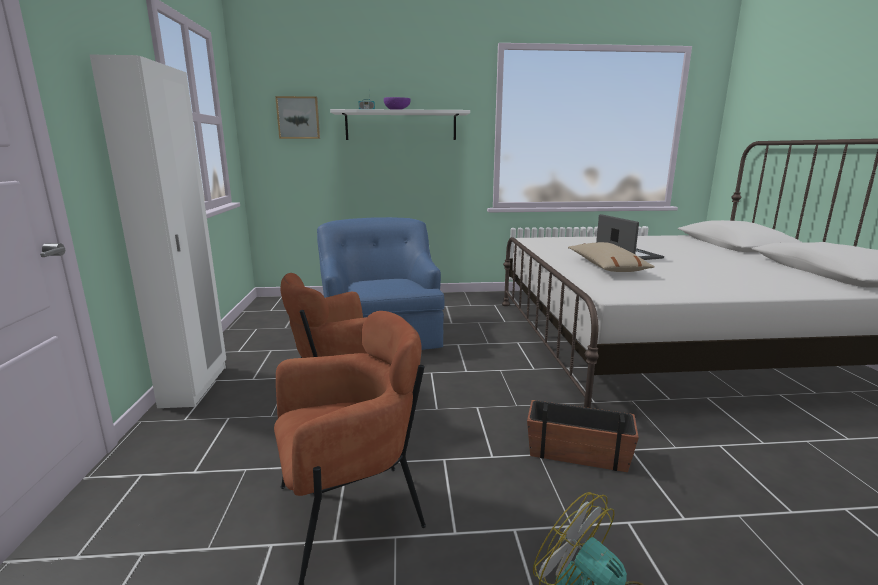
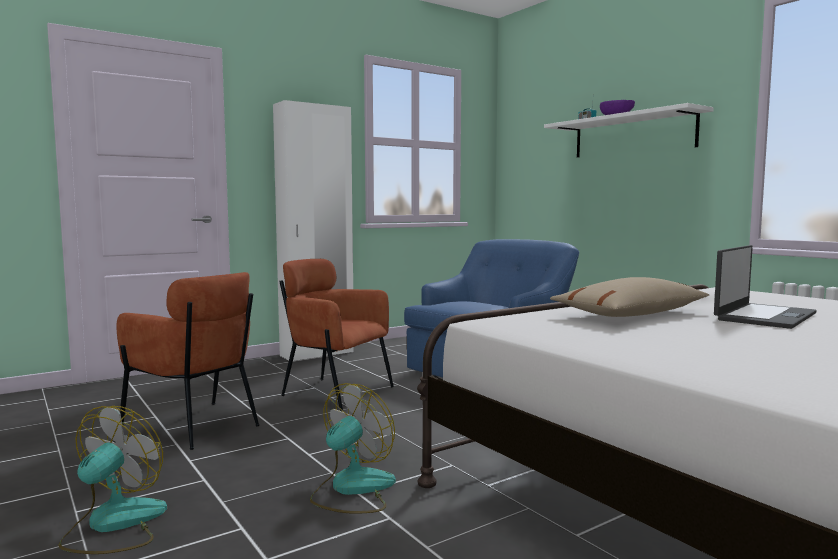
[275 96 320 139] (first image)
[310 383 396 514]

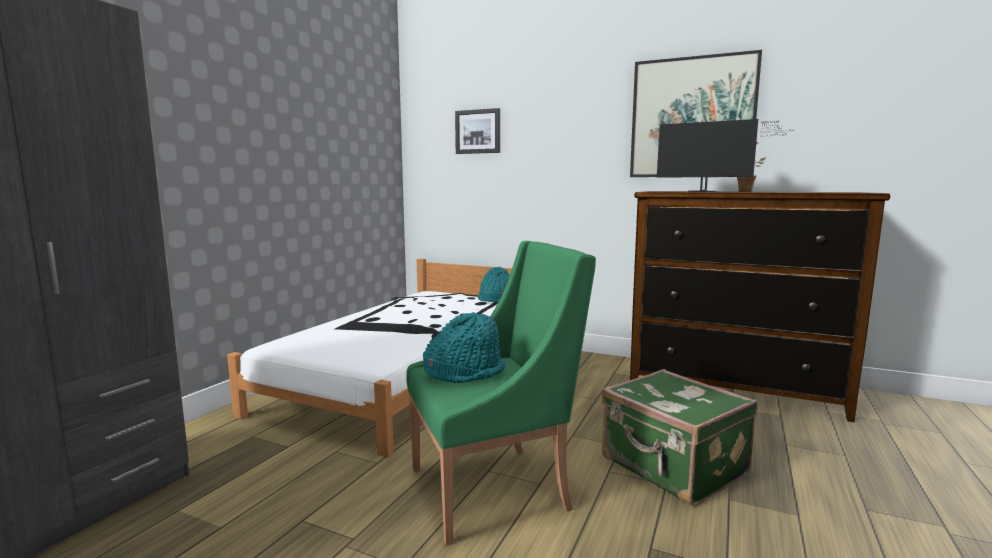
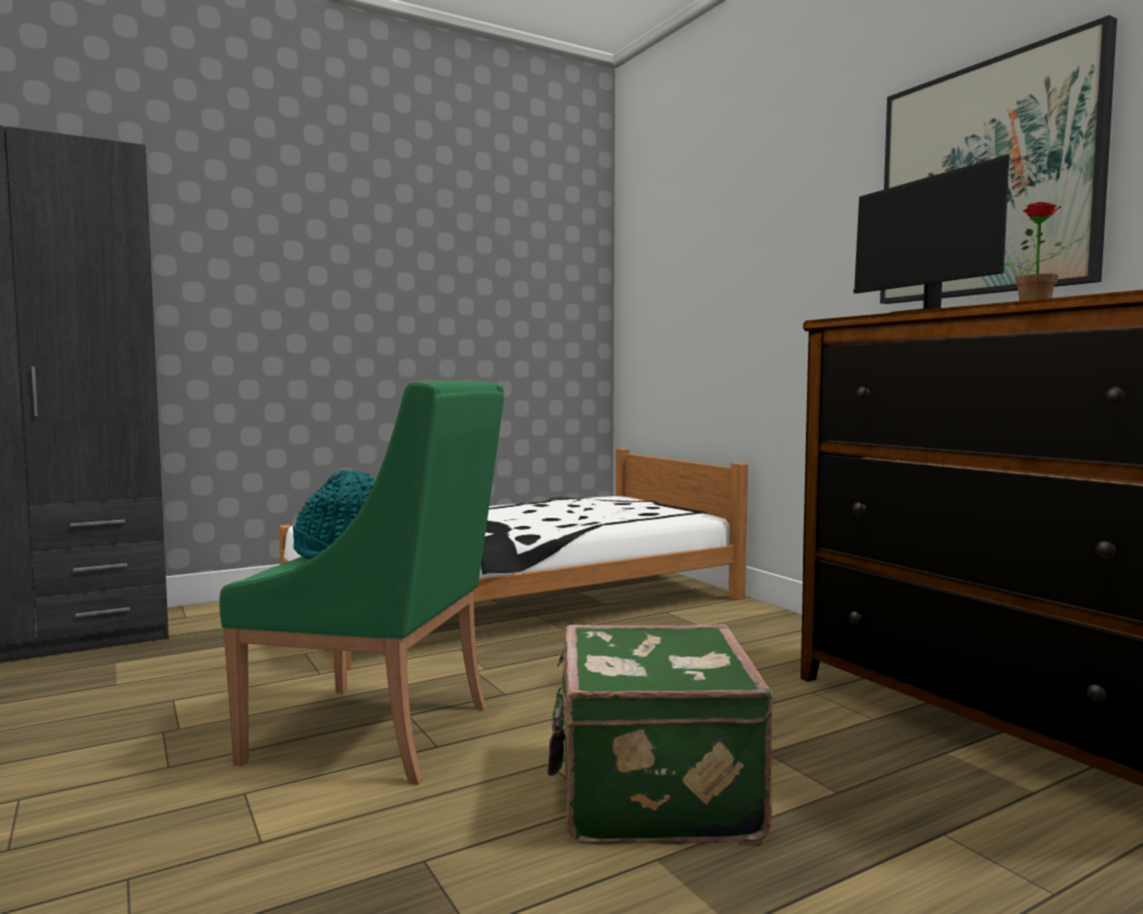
[455 108 500 154] (first image)
[478 267 510 303] (first image)

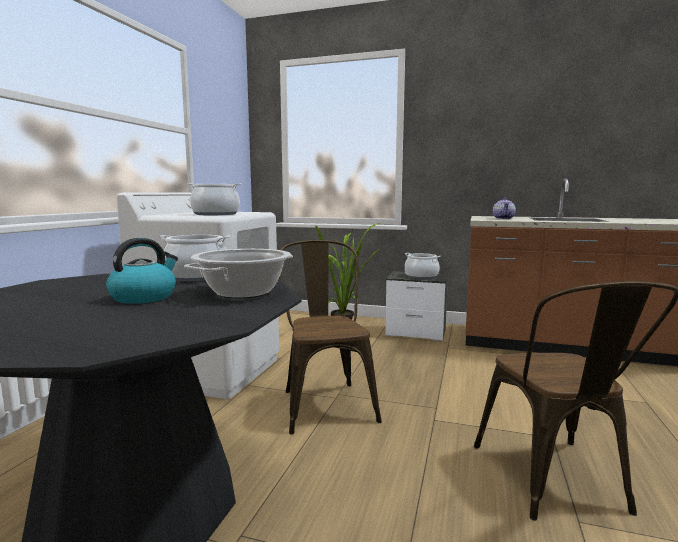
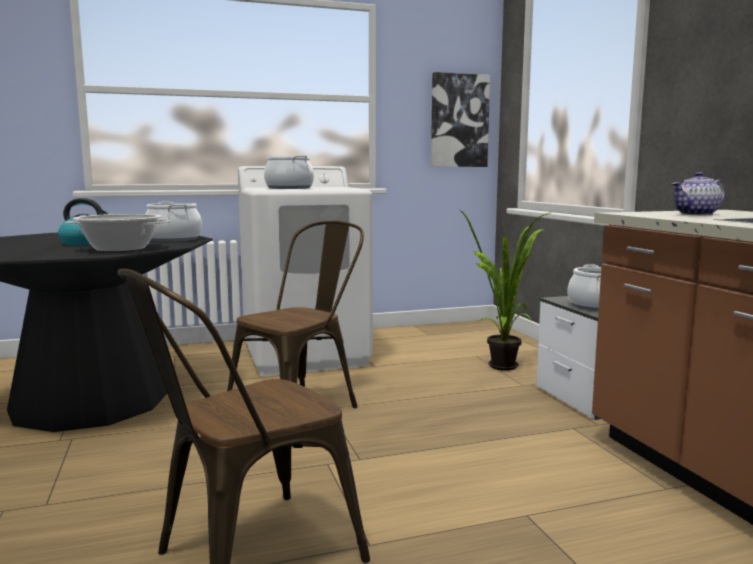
[431 72 490 167]

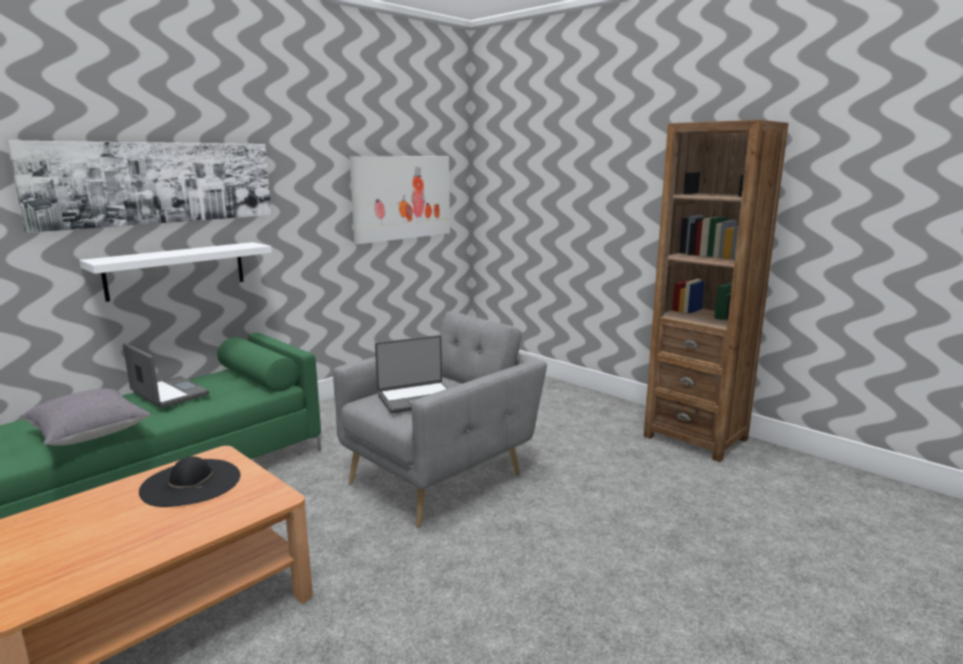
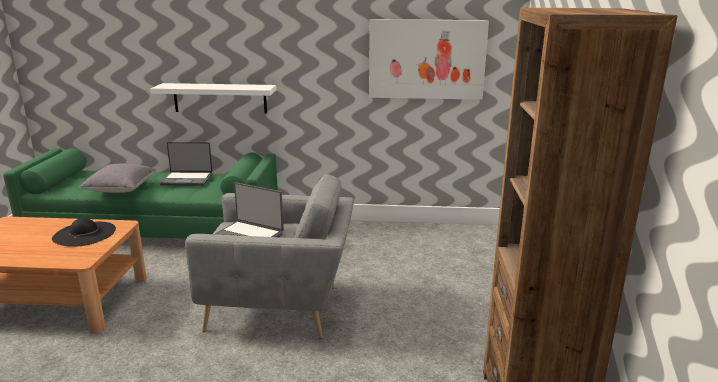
[7 140 272 233] (first image)
[160 142 213 186]

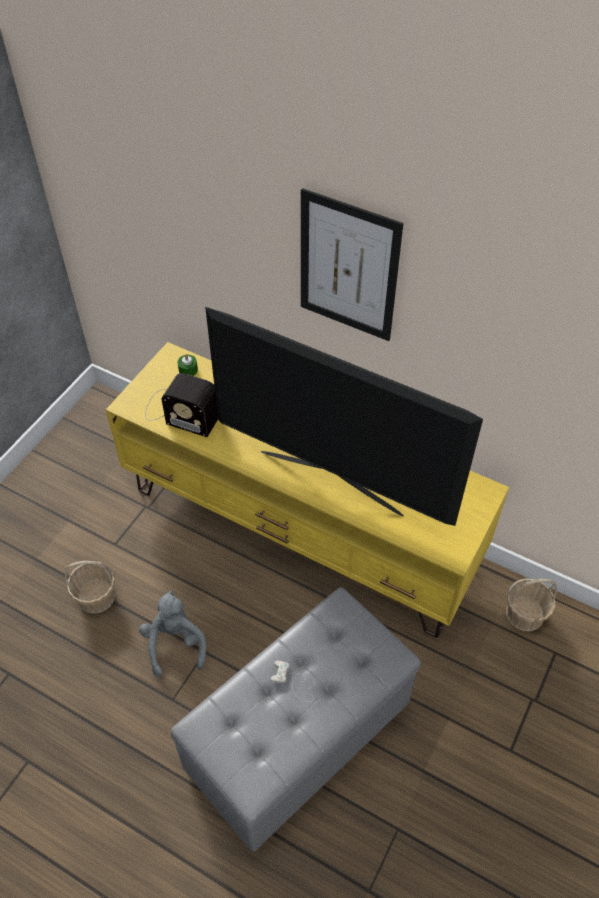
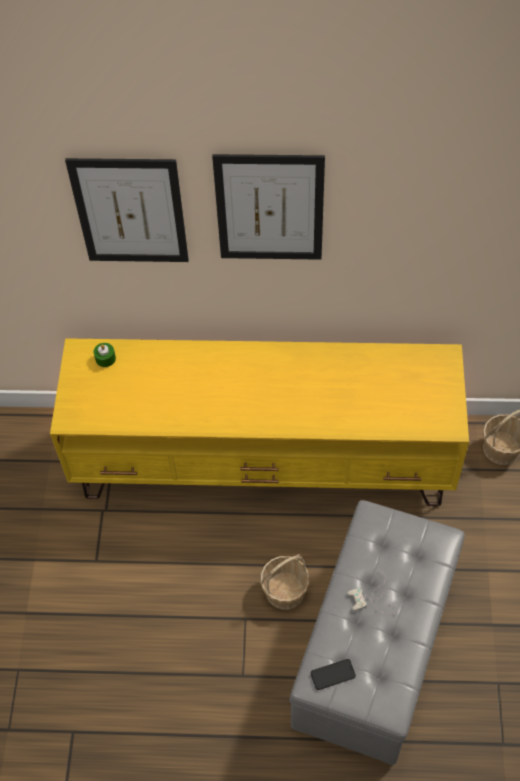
[260 554 310 610]
[139 590 206 677] (first image)
[145 373 218 437] (first image)
[205 307 483 526] (first image)
[65 158 189 262]
[310 659 356 690]

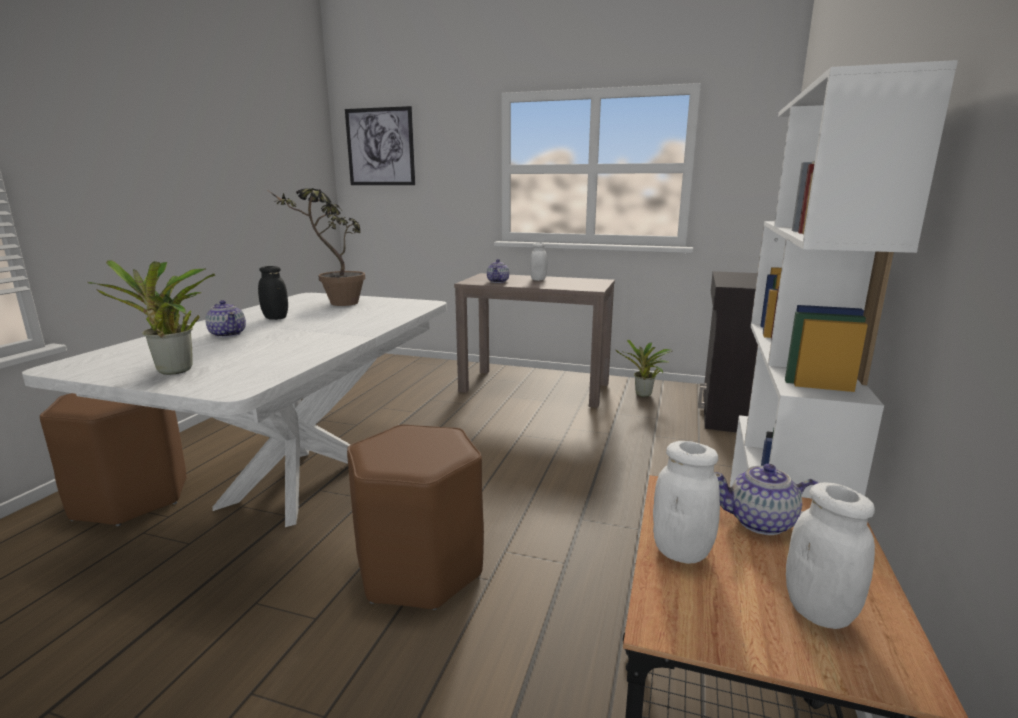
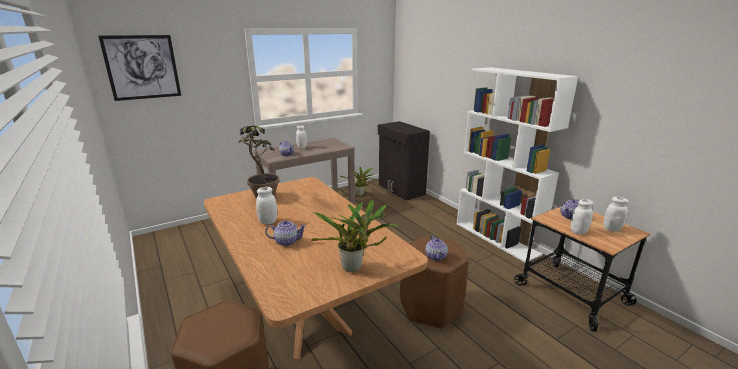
[204 177 428 359]
[256 187 277 224]
[425 235 448 261]

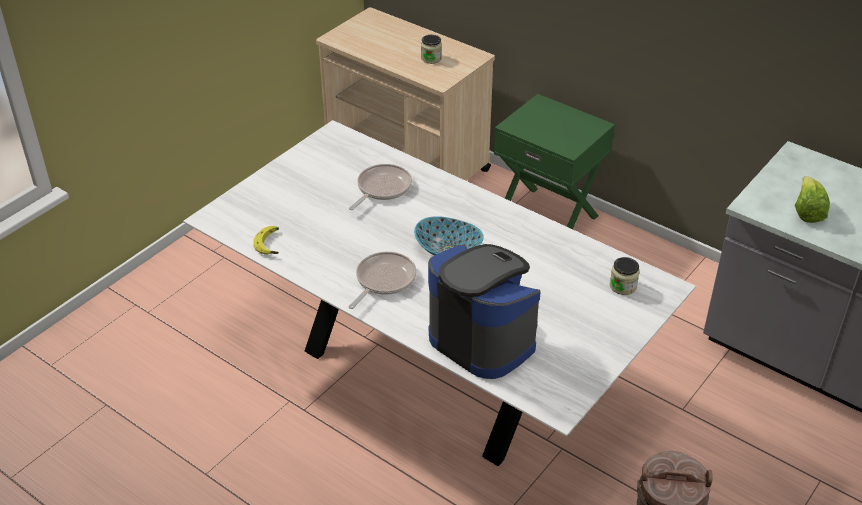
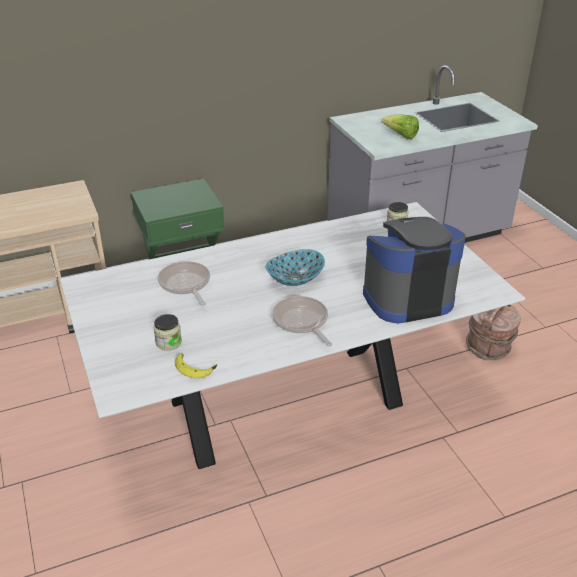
[154 314 182 350]

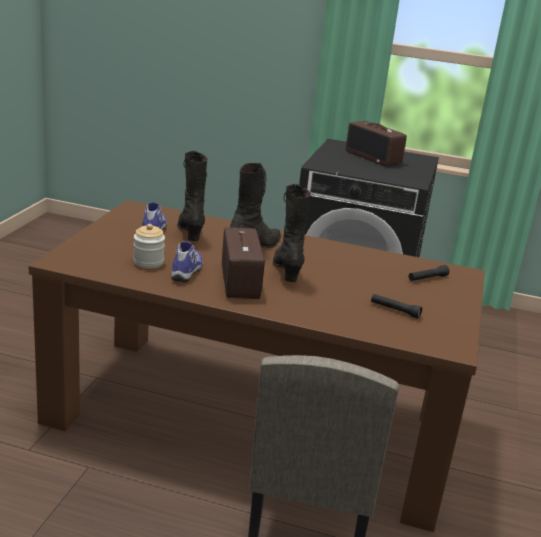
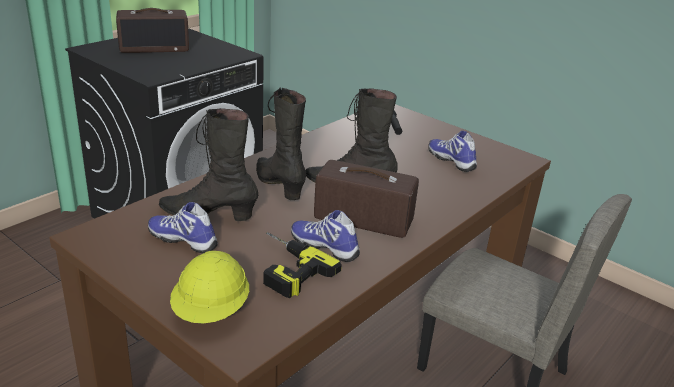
[263 232 342 298]
[428 131 477 172]
[170 251 249 323]

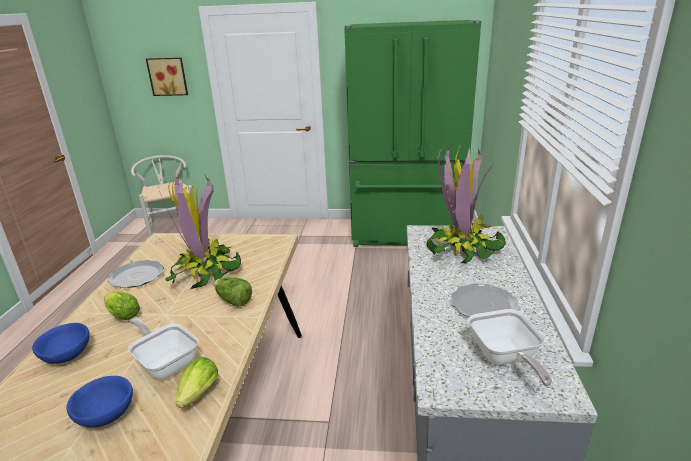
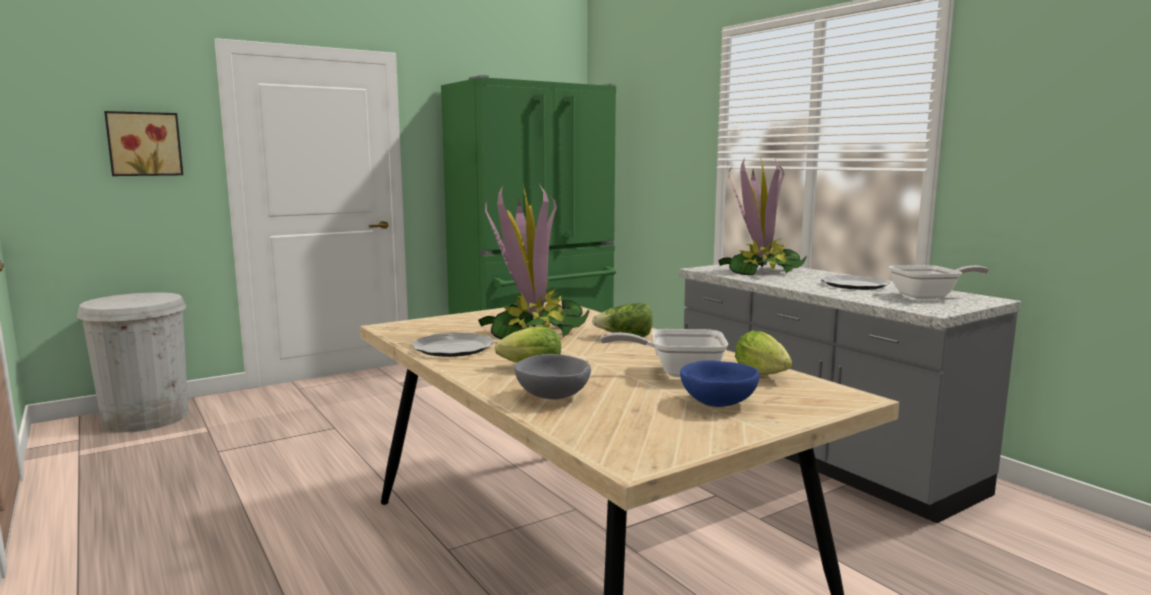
[515 354 591 399]
[77 292 189 432]
[889 265 989 299]

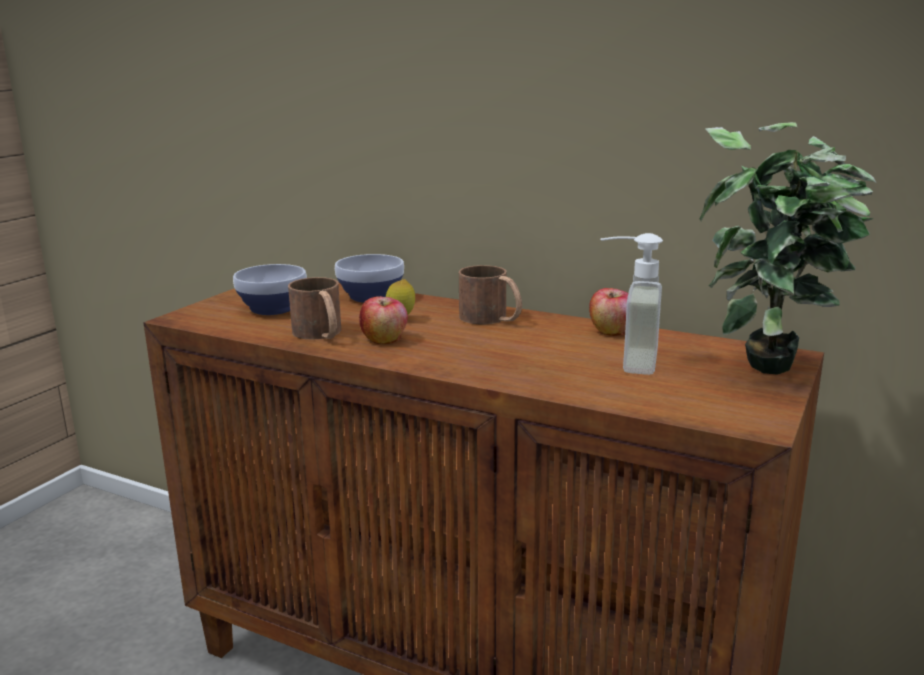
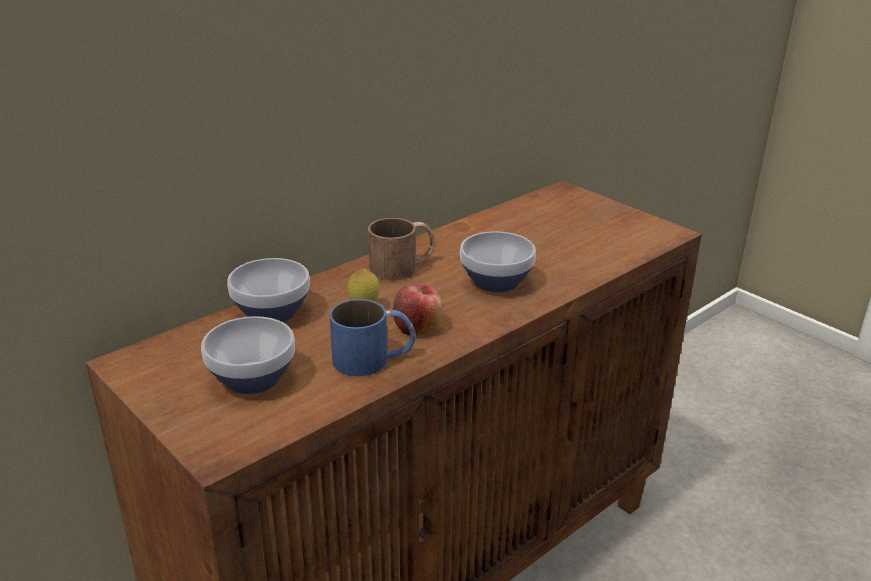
[329 299 416 376]
[589 288 628 336] (first image)
[600 233 663 375] (first image)
[700 122 876 375] (first image)
[460 231 536 292]

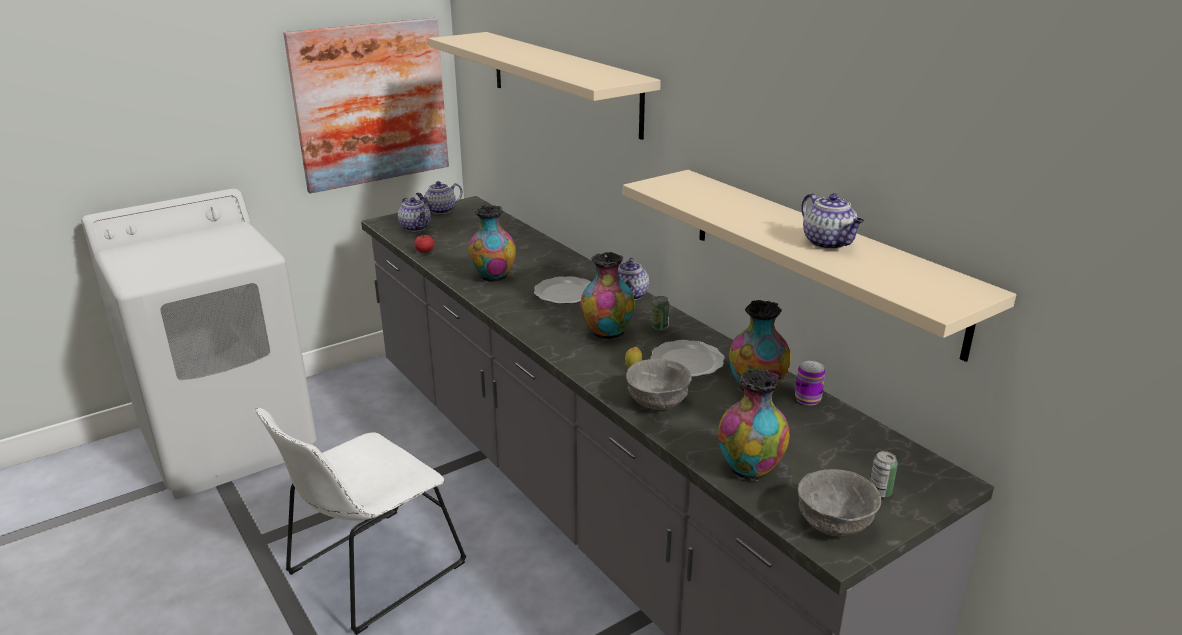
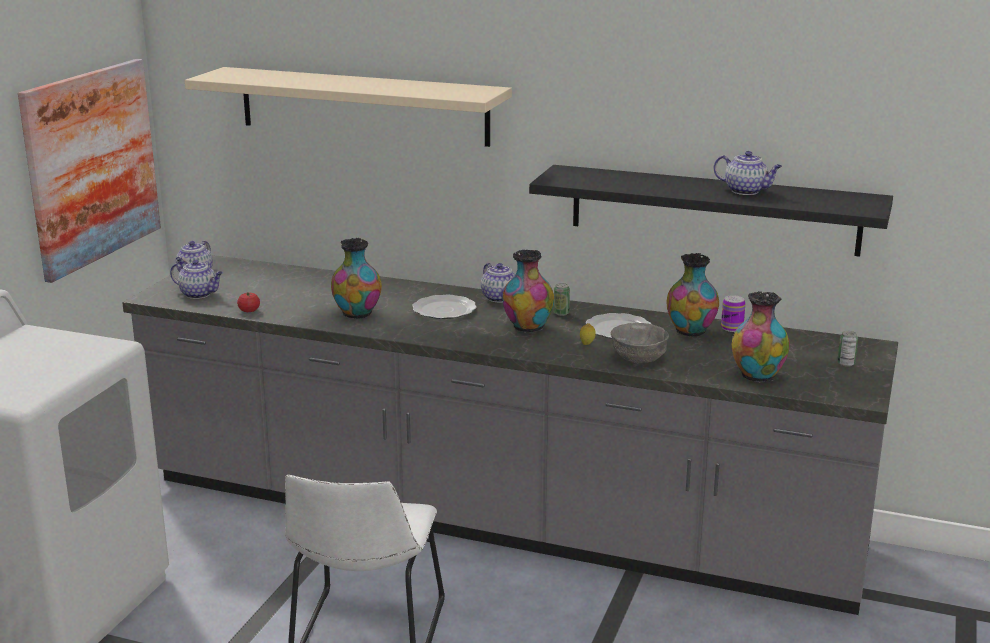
[529 165 893 257]
[798 469 881 536] (first image)

